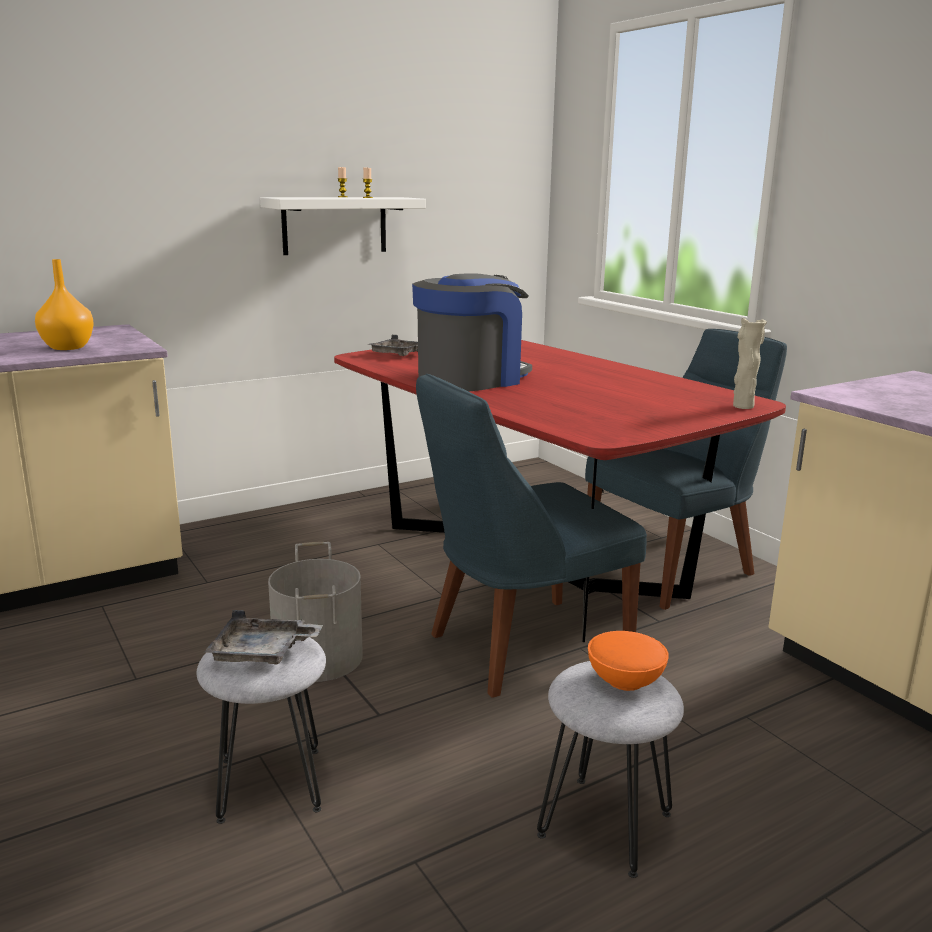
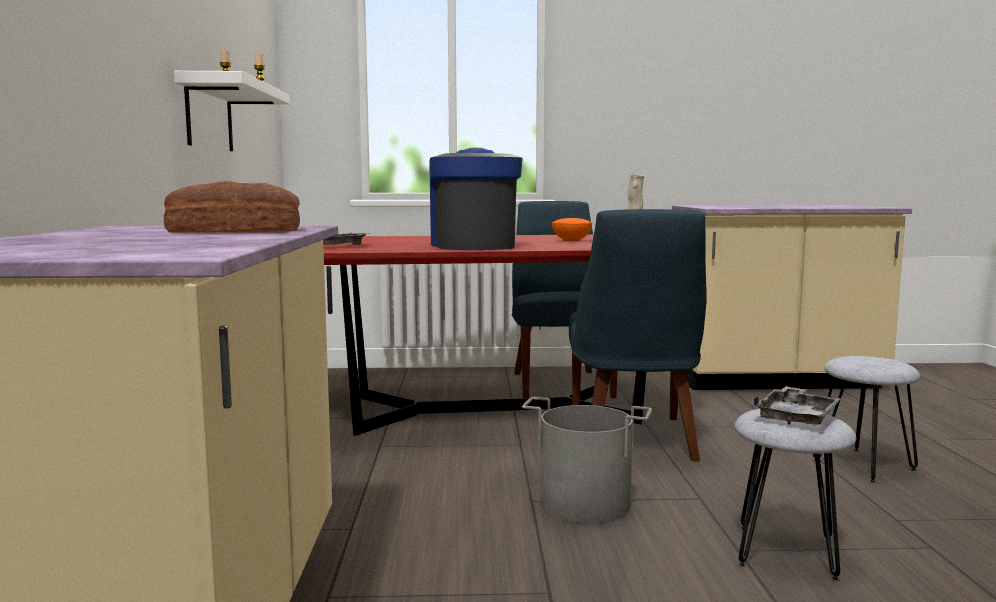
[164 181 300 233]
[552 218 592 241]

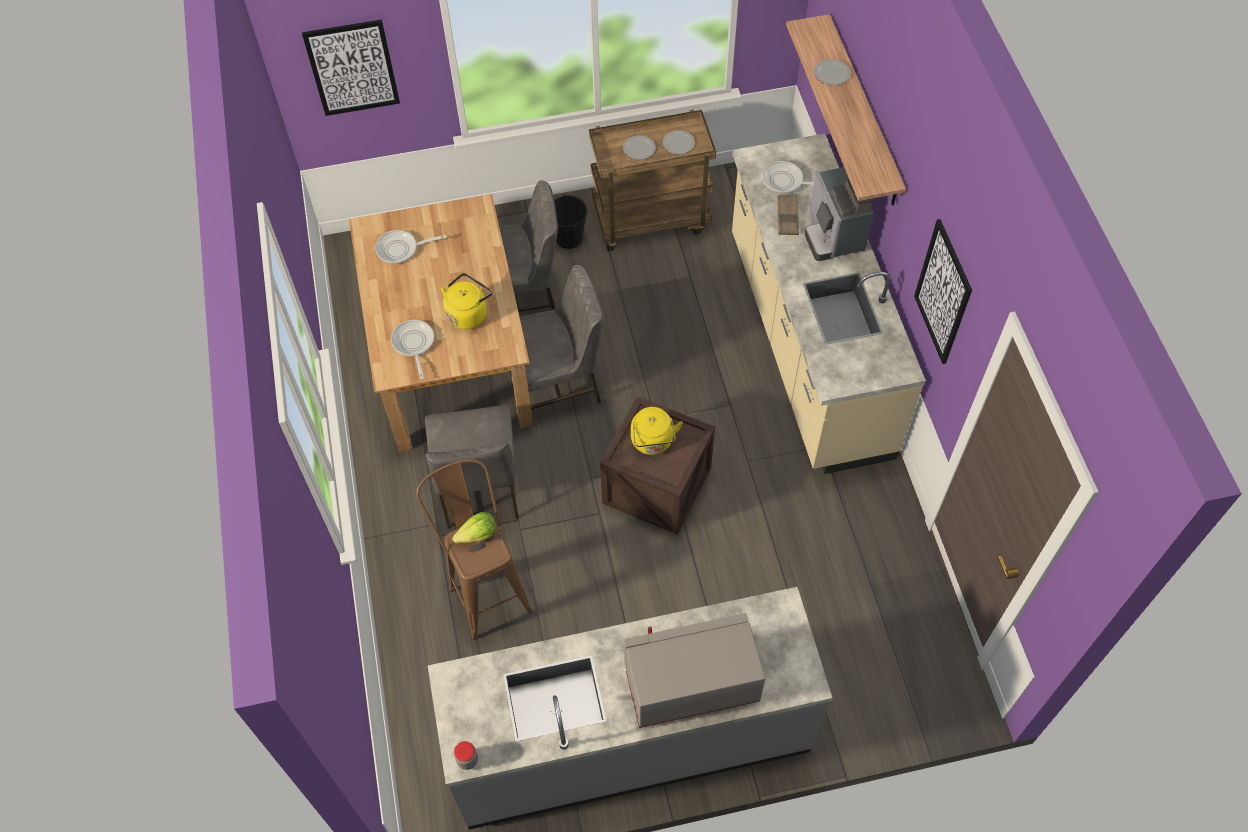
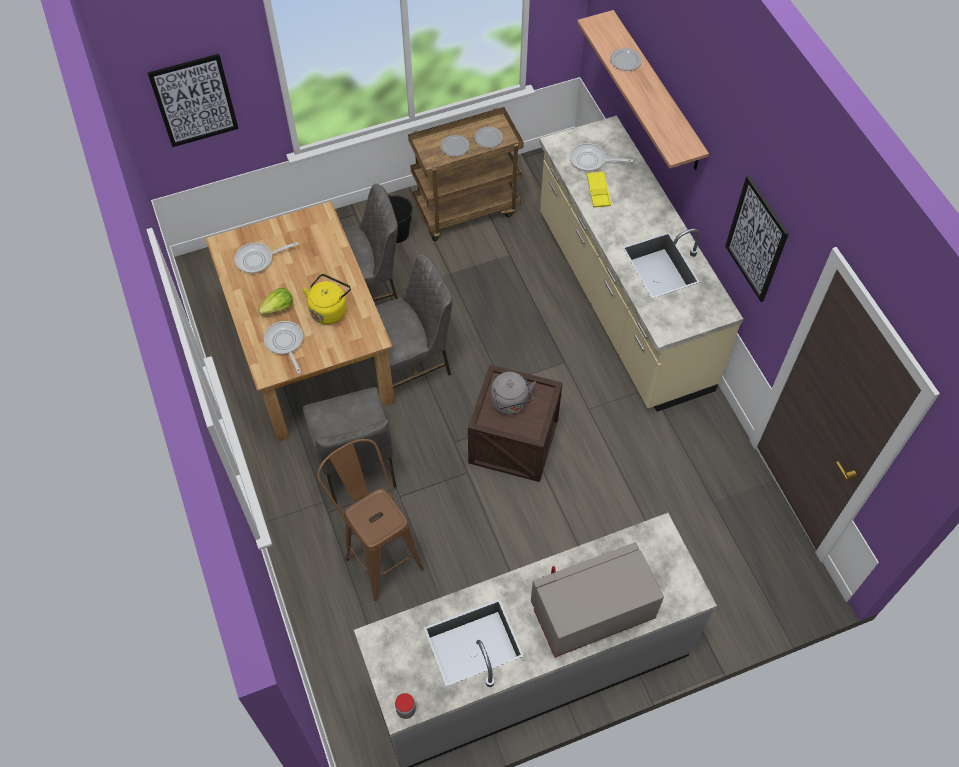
[258 288 293 315]
[491 372 536 415]
[587 171 611 208]
[805 167 874 261] (first image)

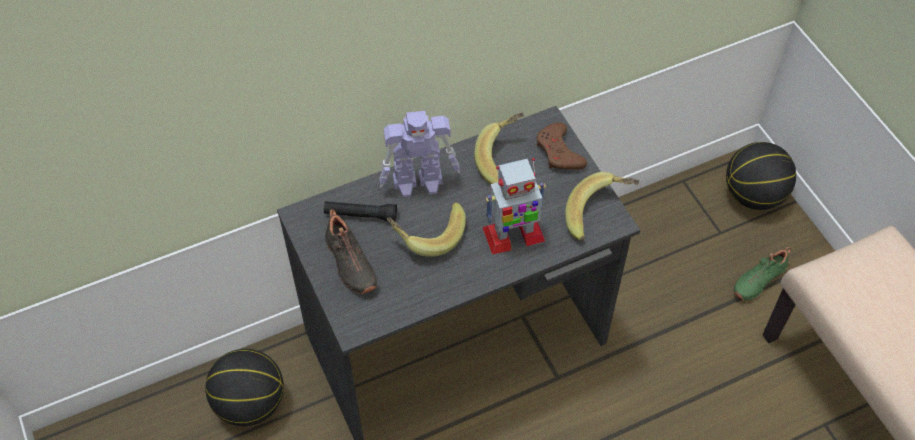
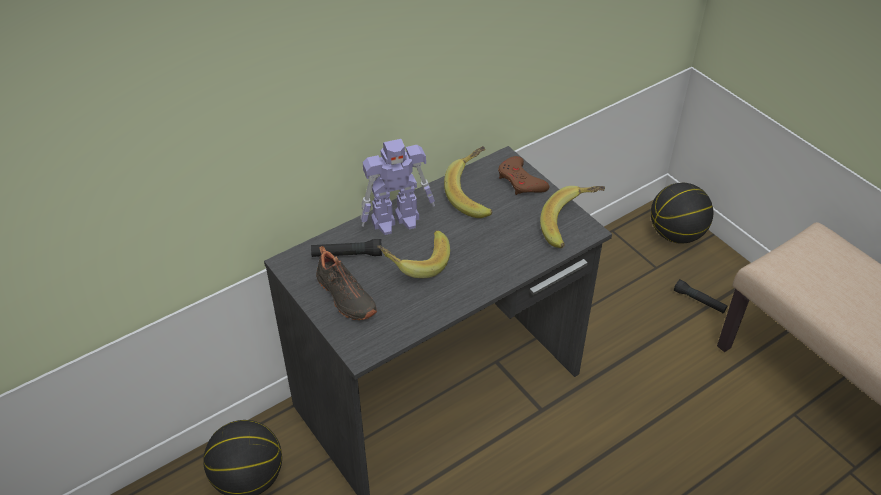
[482 158 546 255] (first image)
[674 279 728 313]

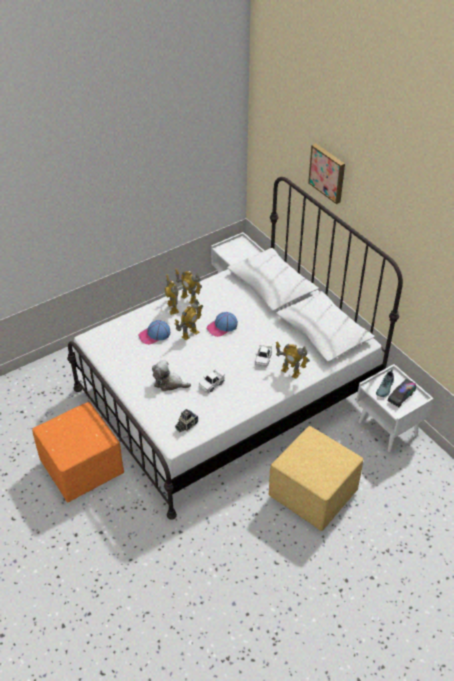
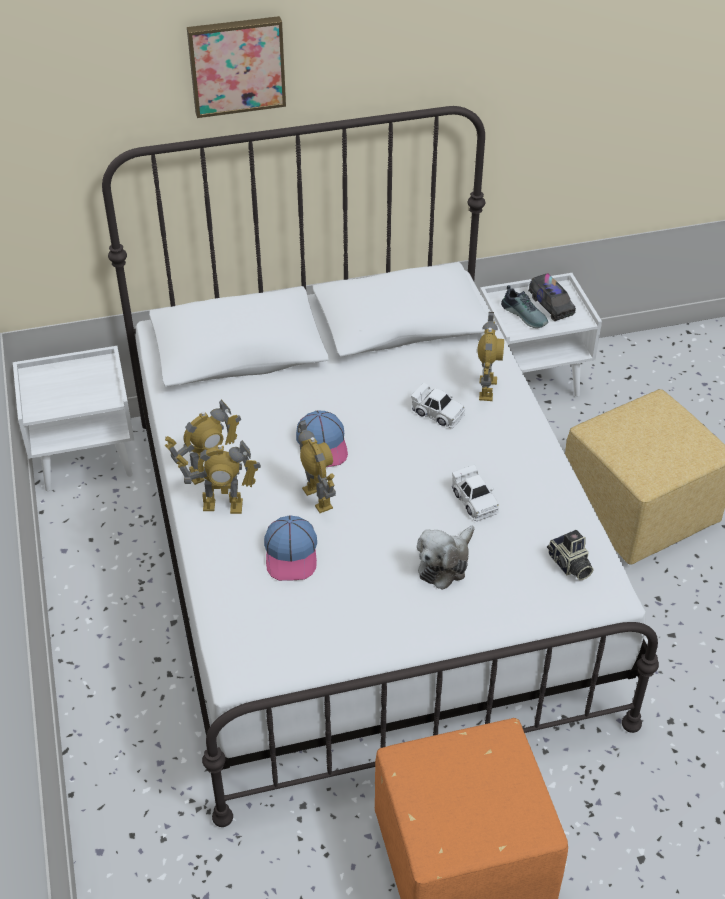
[477 312 504 401]

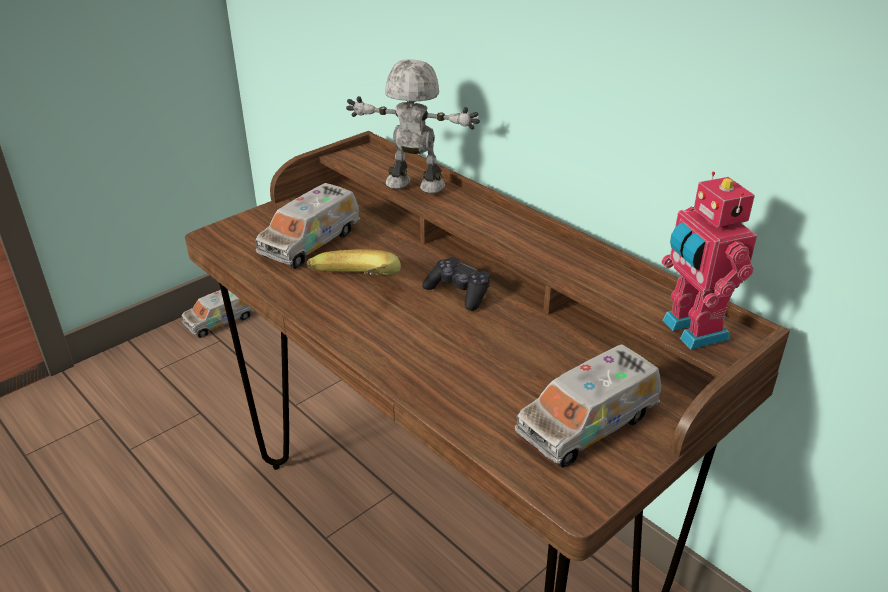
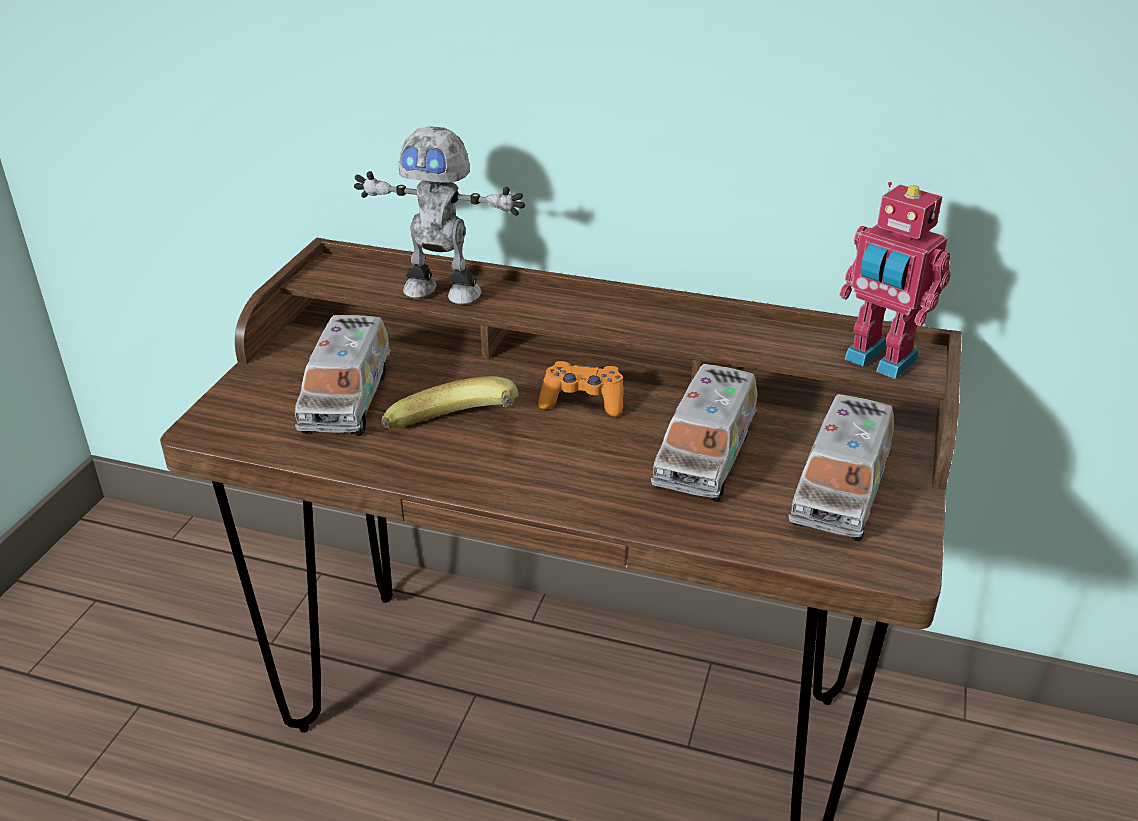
[651 364 757 502]
[354 127 525 305]
[538 361 623 417]

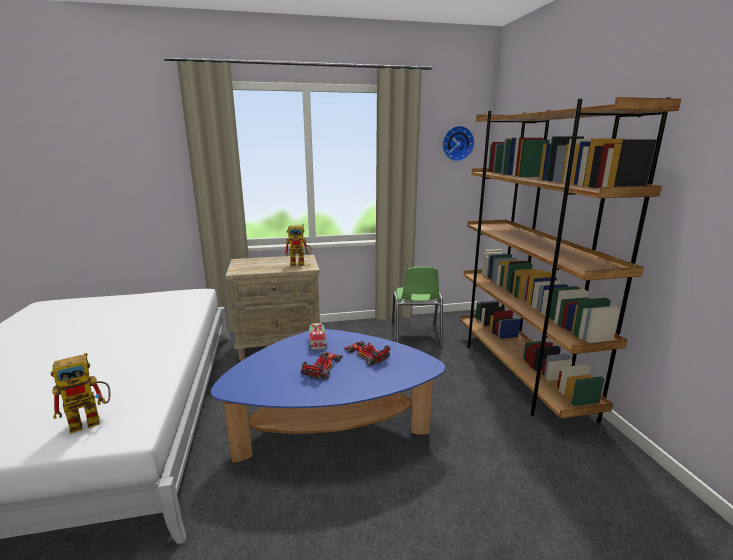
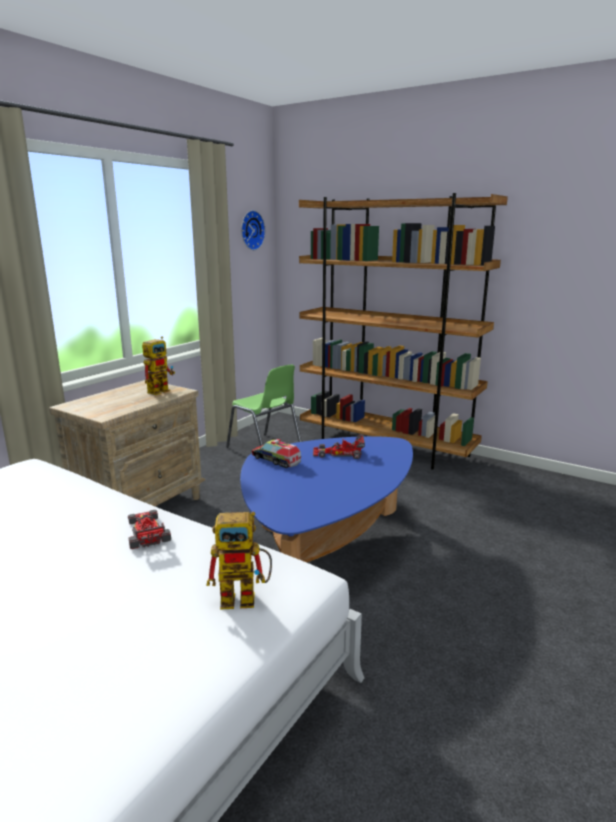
[206 512 272 610]
[128 510 171 549]

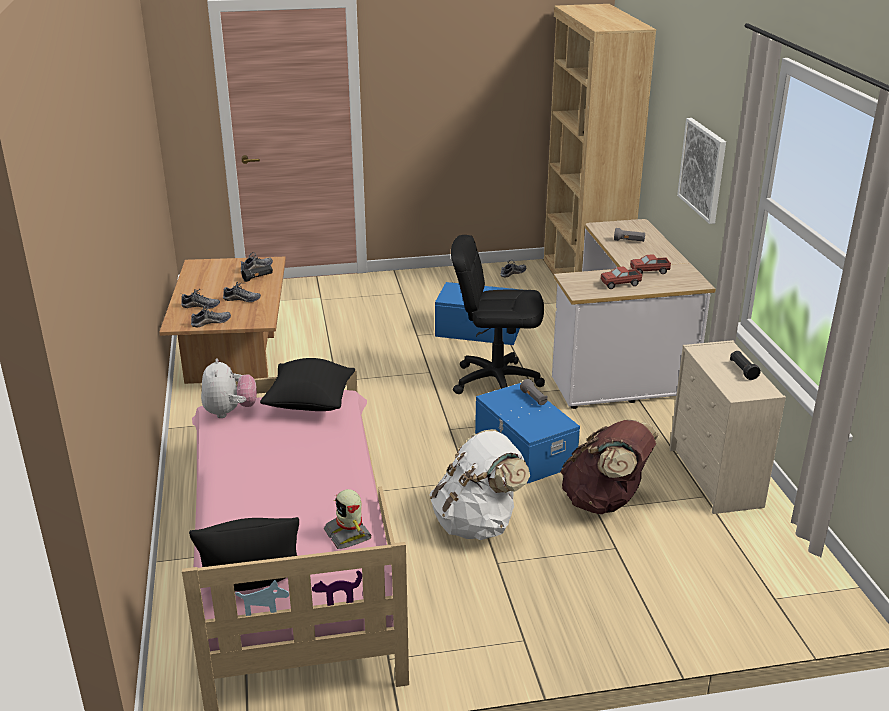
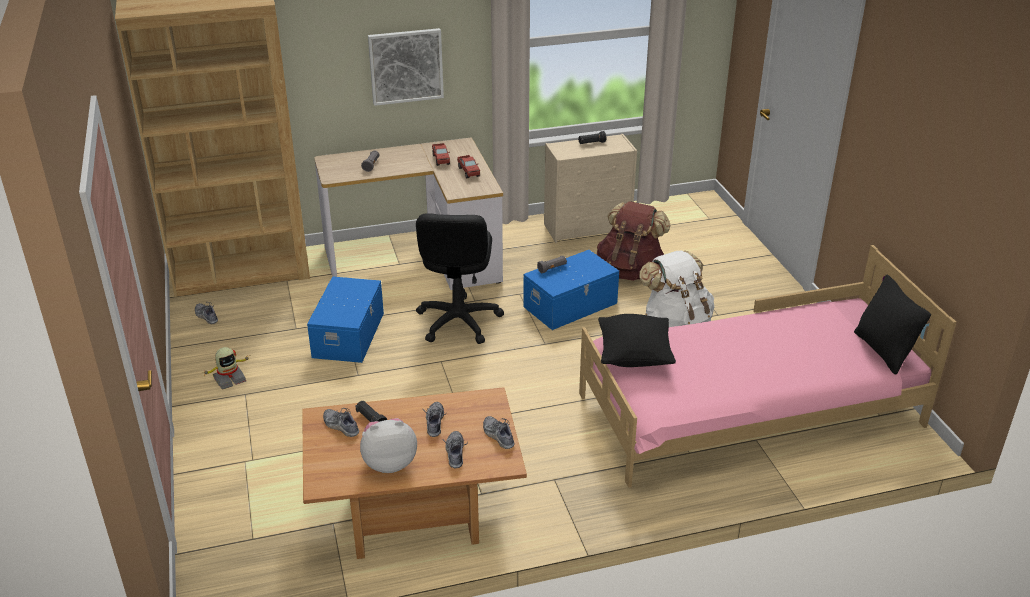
[360 418 417 473]
[204 347 251 390]

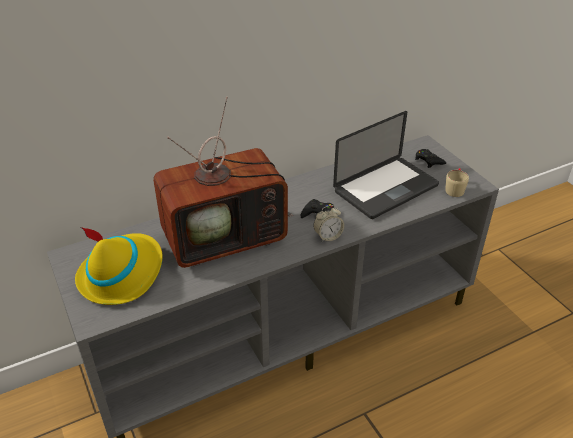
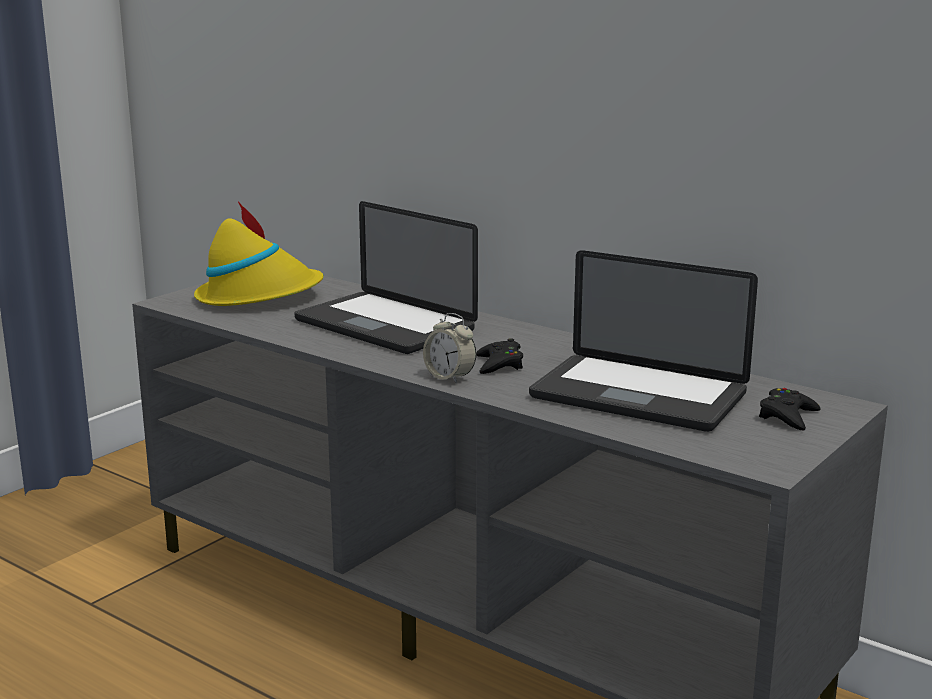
[295 201 478 354]
[445 168 469 197] (first image)

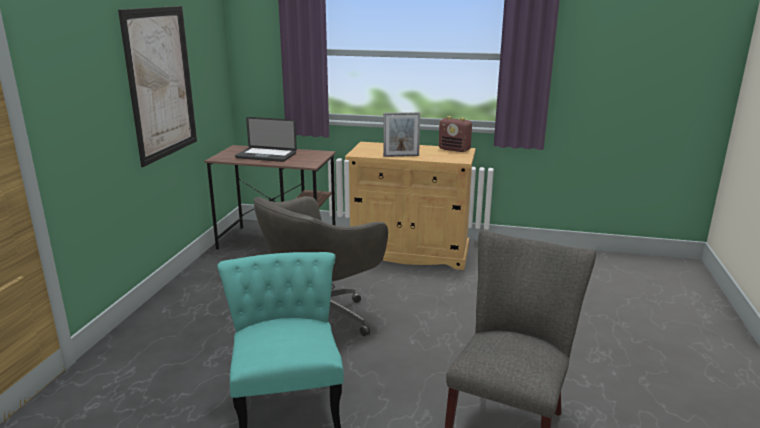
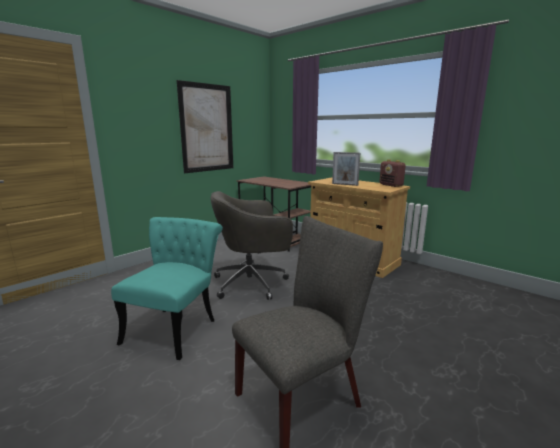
[235 117 297 162] (first image)

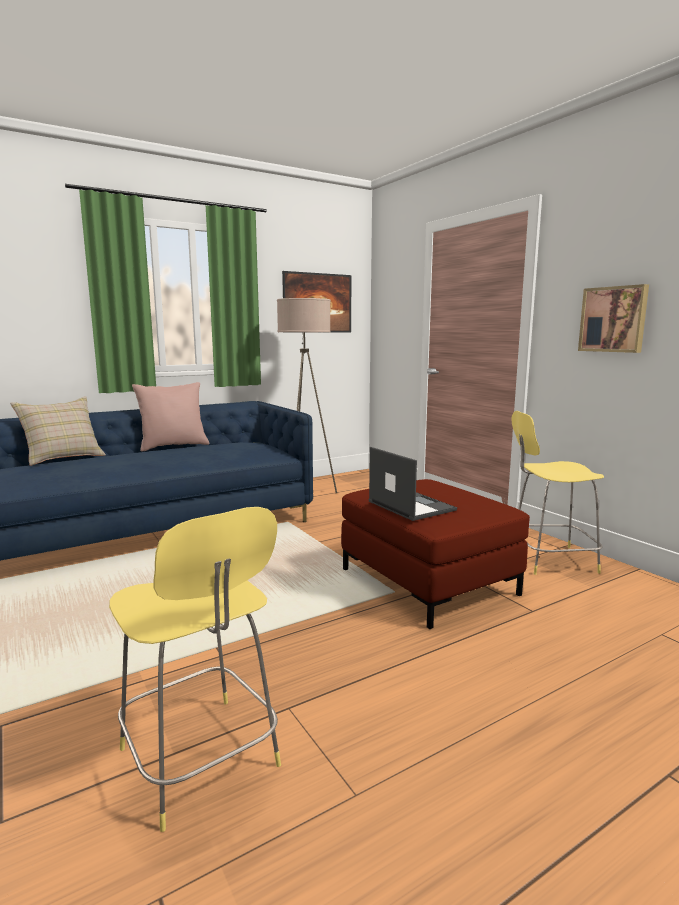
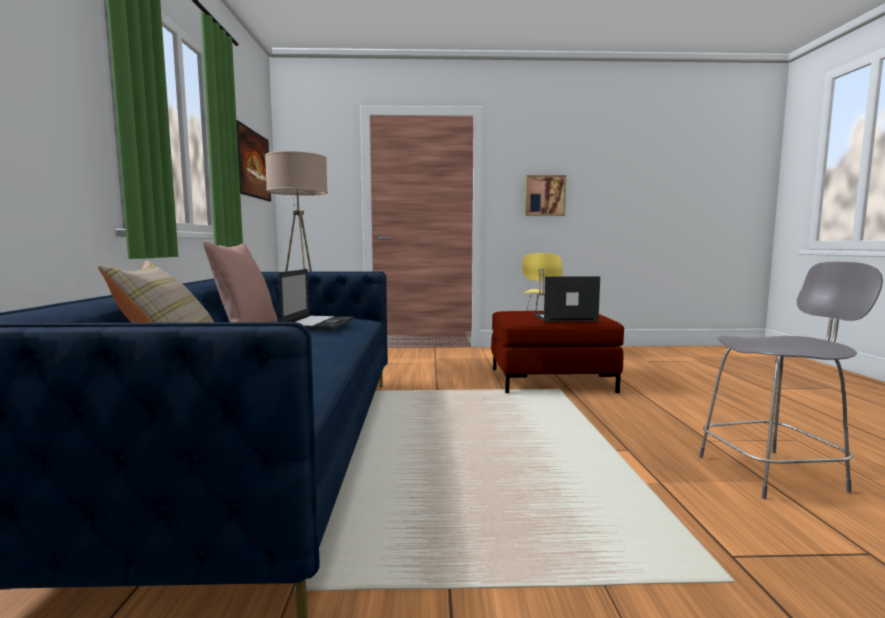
[699 262 883 499]
[278 269 354 330]

